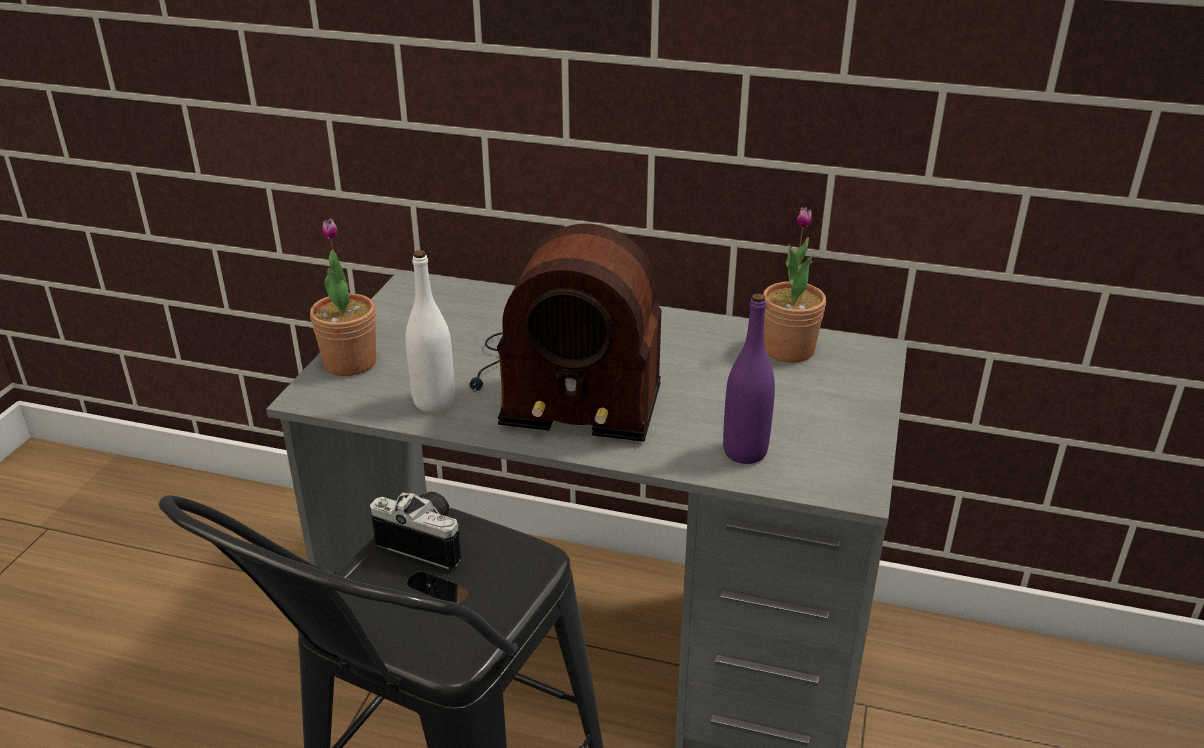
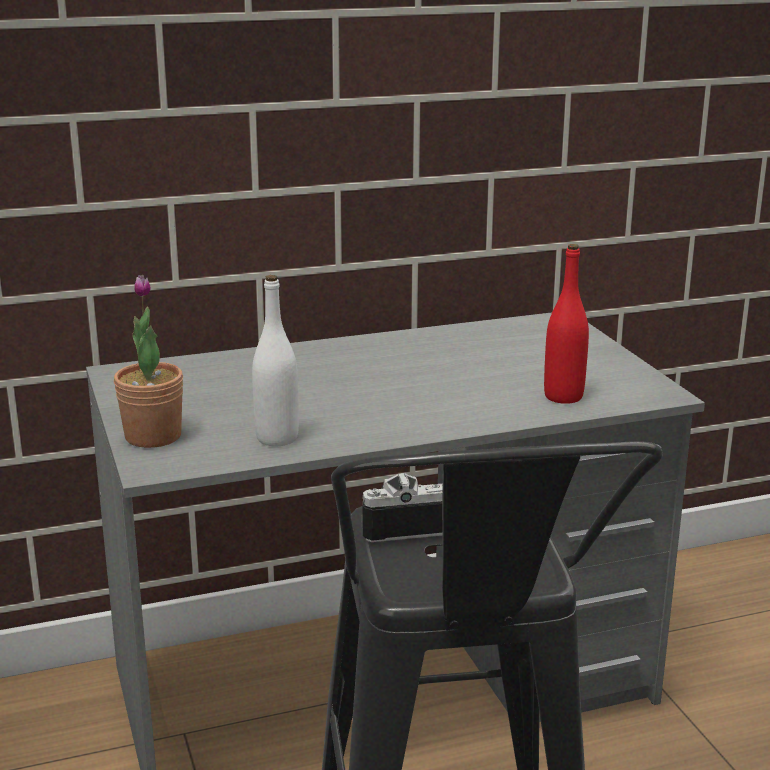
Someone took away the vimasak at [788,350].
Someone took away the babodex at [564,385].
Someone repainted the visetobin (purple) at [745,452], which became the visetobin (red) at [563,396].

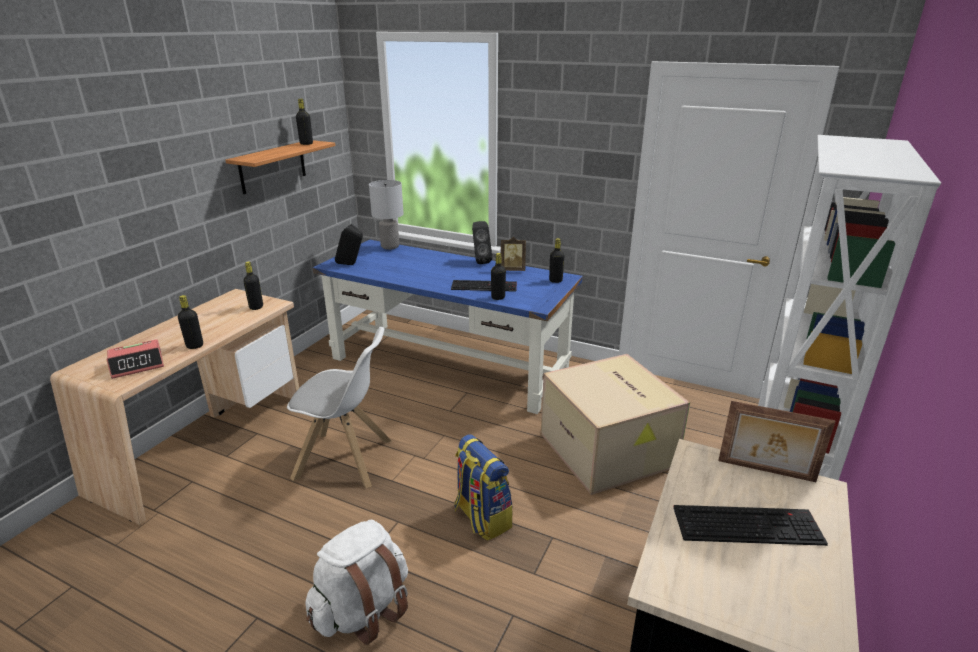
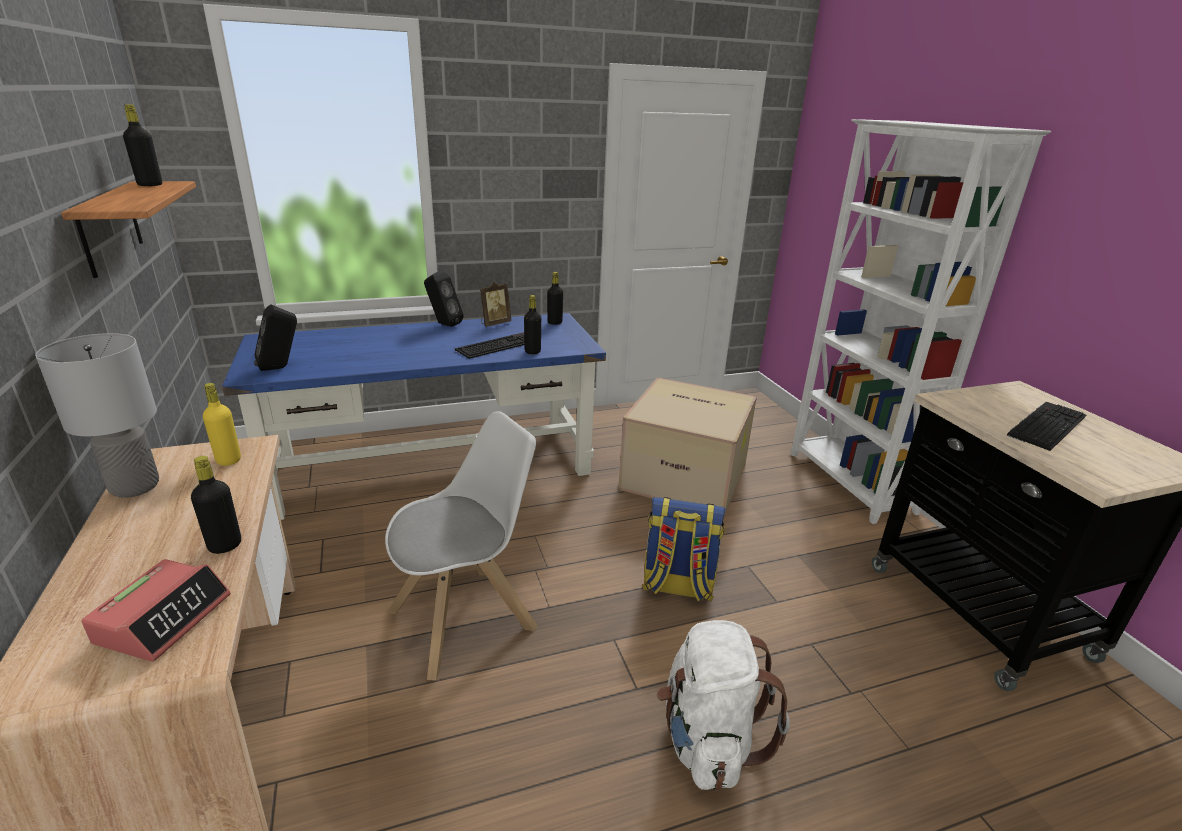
Someone carried the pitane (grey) from [390,247] to [135,489].
Someone repainted the visetobin (black) at [256,307], which became the visetobin (yellow) at [228,460].
Someone took away the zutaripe at [766,472].

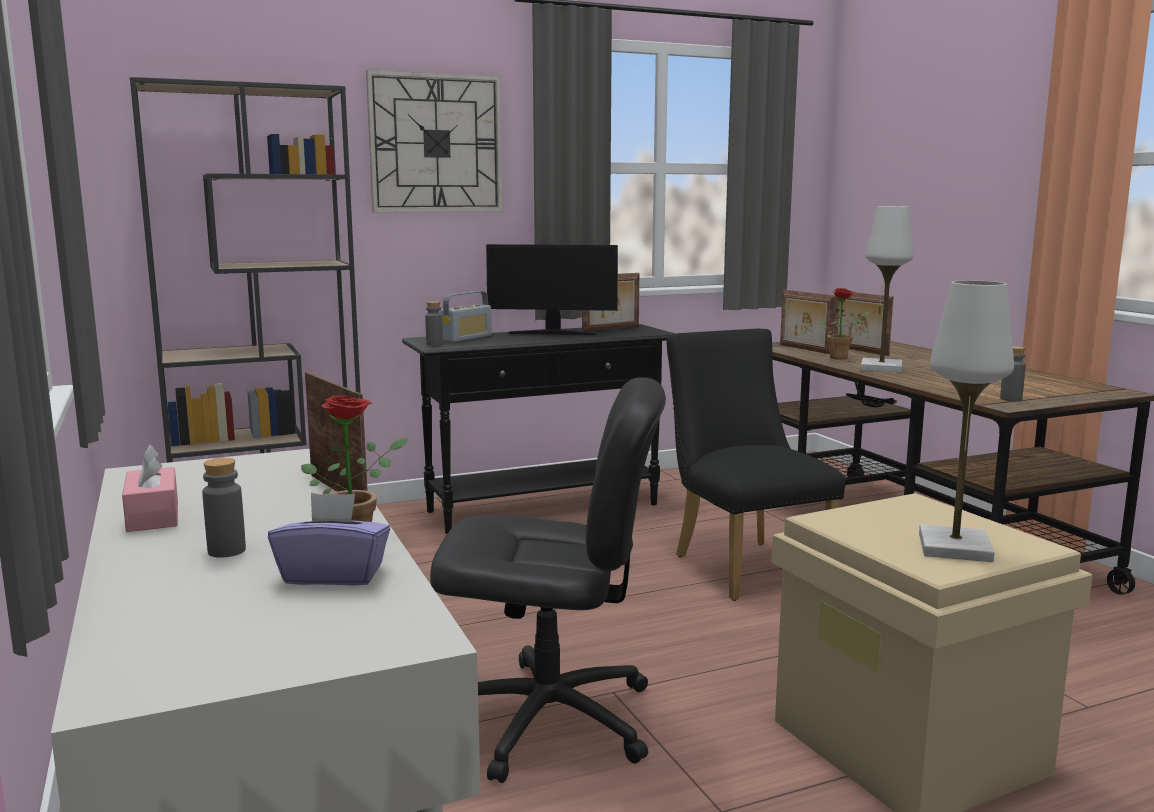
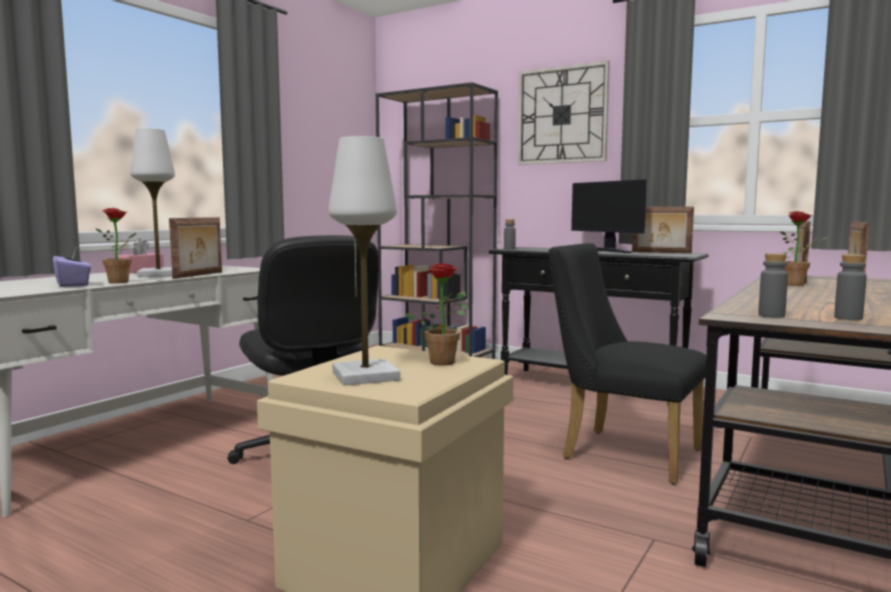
Someone carried the pitane (white) from [881,368] to [158,275].
Someone took away the babodex at [466,338].
Someone rotated the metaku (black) at [744,565] by 90 degrees counterclockwise.
Someone carried the visetobin (grey) from [227,551] to [848,318].
Someone put down the vimasak at [443,361].

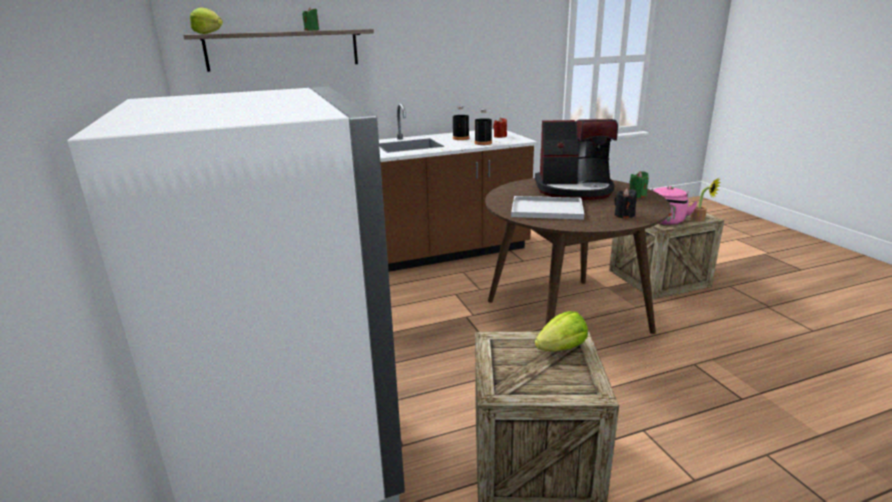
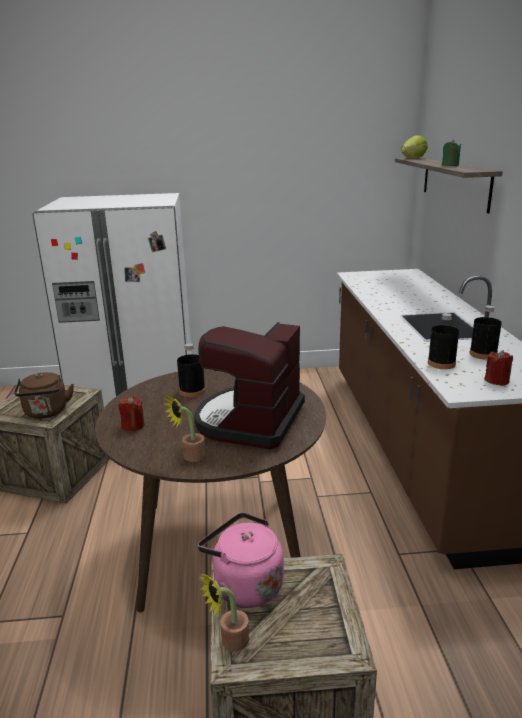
Someone swapped the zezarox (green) at [637,195] for the vimasak at [190,457].
Someone repainted the zezarox (black) at [624,215], which became the zezarox (red) at [133,425].
Someone swapped the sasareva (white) at [548,209] for the visetobin (black) at [192,391].
Someone swapped the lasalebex at [561,348] for the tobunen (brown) at [46,413].

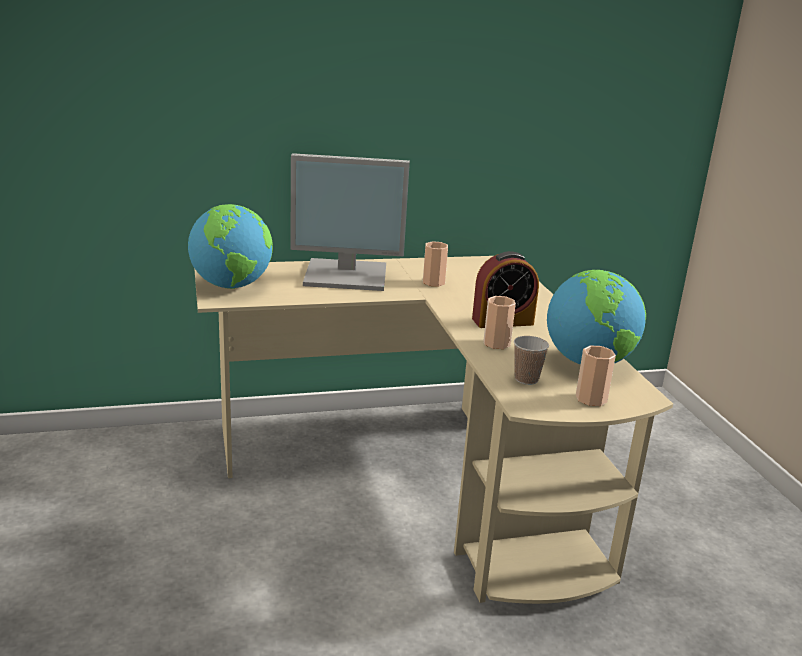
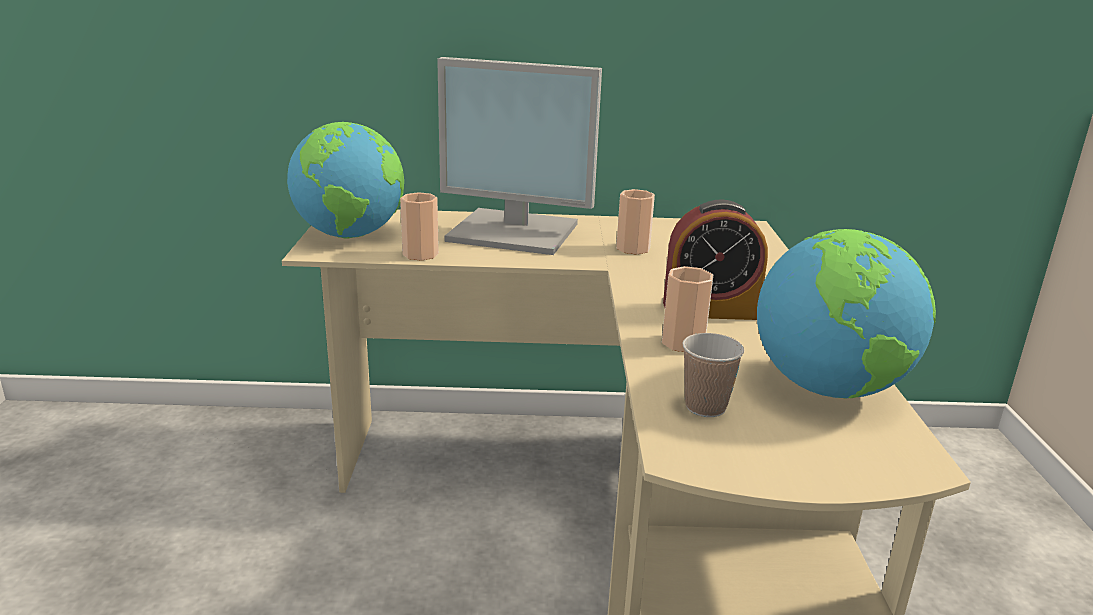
Someone carried the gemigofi from [591,399] to [420,254].

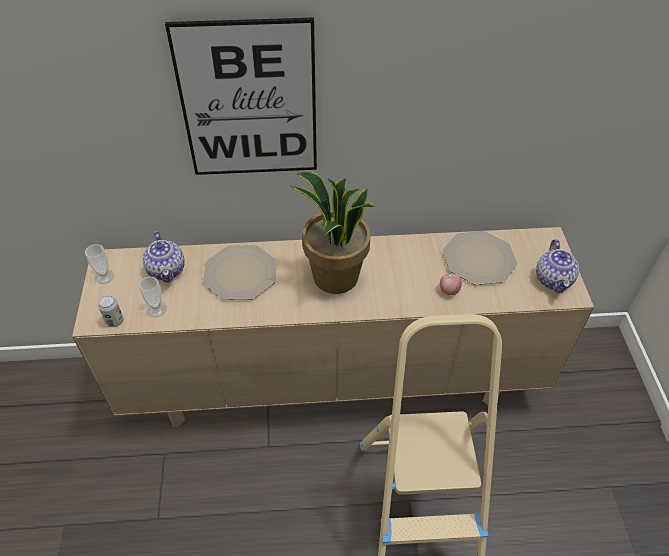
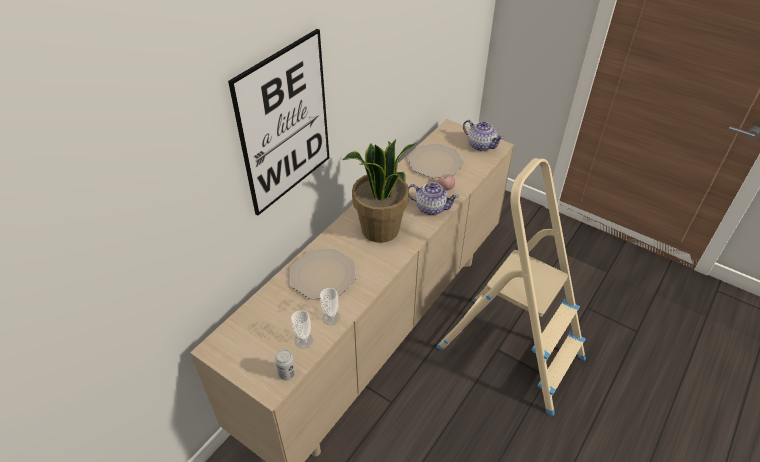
Someone carried the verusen from [167,270] to [430,207].
Someone carried the gemigofi from [104,276] to [331,318].

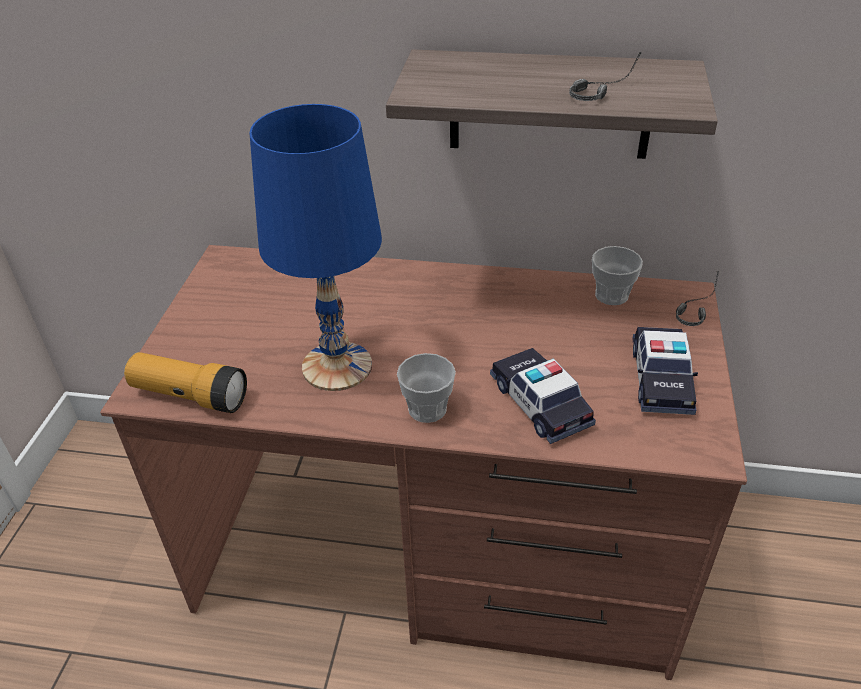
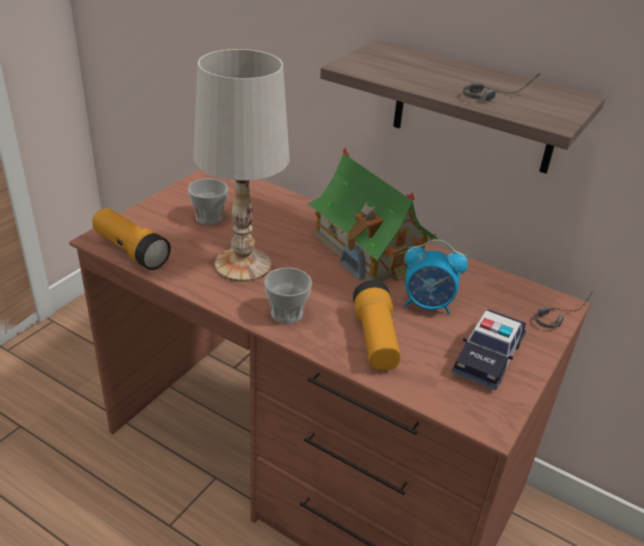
Someone repainted the pitane (blue) at [338,366], which became the pitane (white) at [244,265].
Someone carried the gemigofi from [611,295] to [209,218].
Someone swapped the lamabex at [540,403] for the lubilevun at [375,339].
Someone put down the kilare at [368,249].
Someone put down the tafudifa at [428,305].

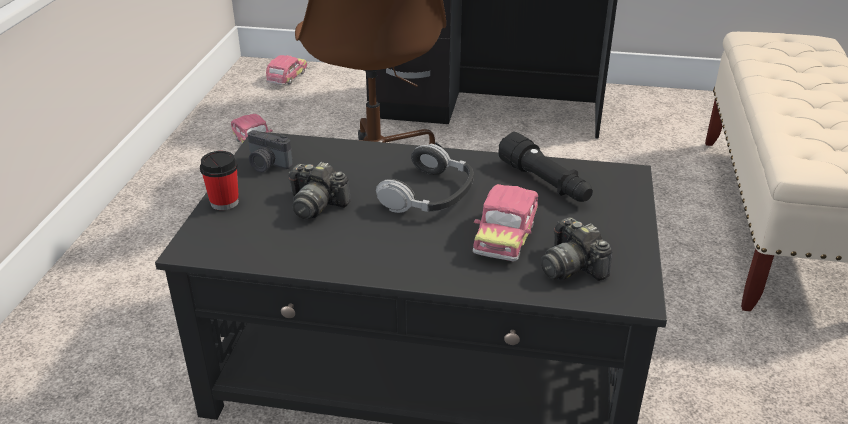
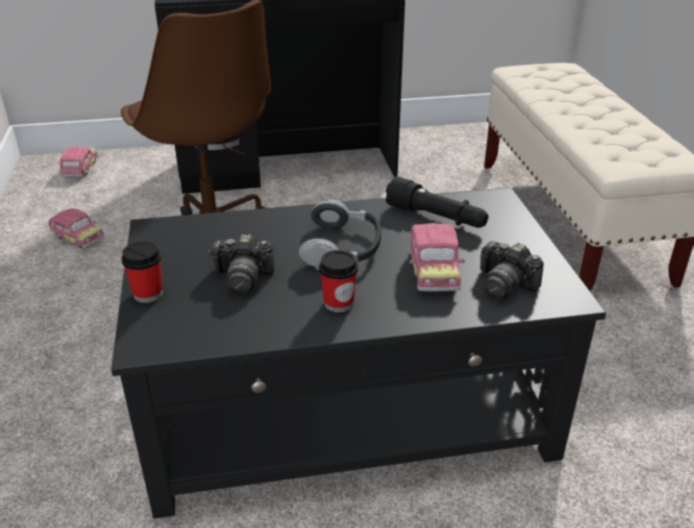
Someone took away the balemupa at [267,165].
Someone put down the gemigofi at [338,303].

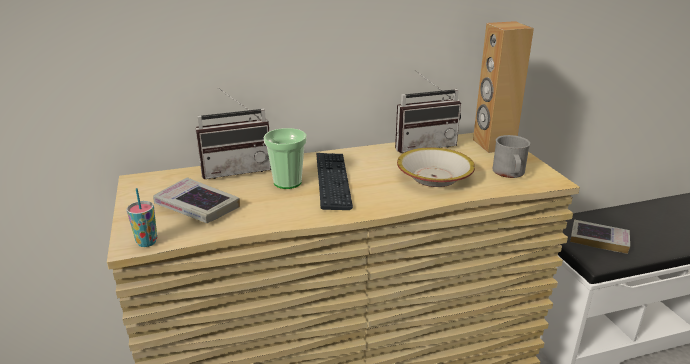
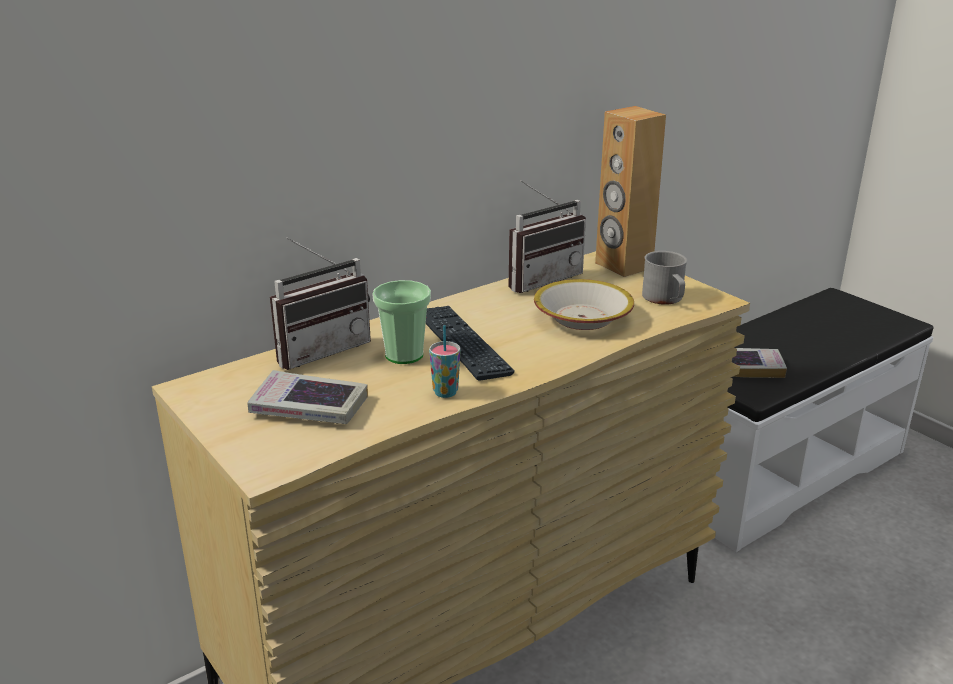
Someone carried the gemigofi from [147,242] to [445,392].

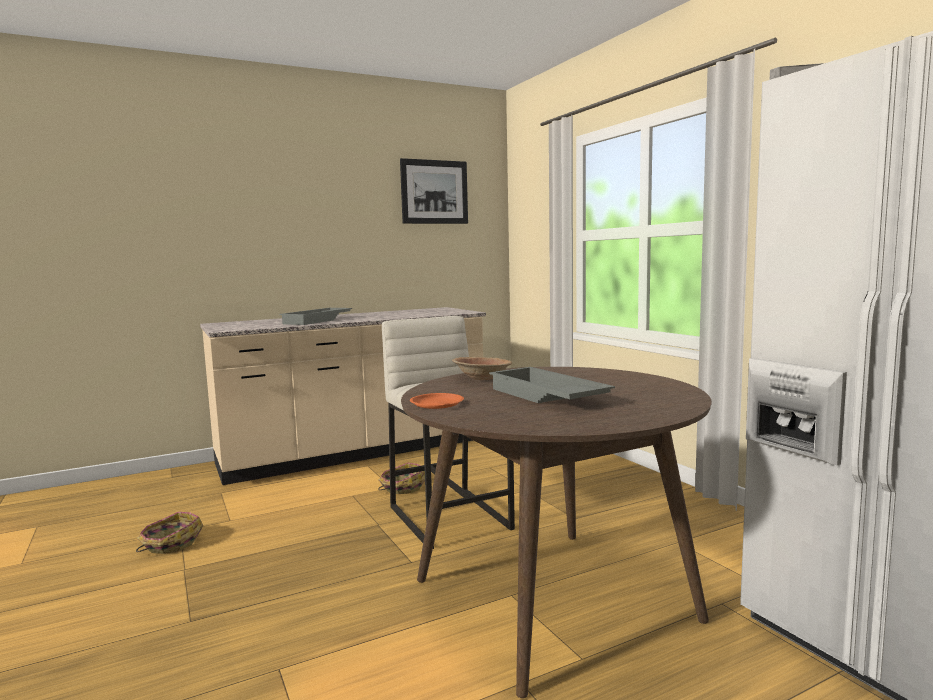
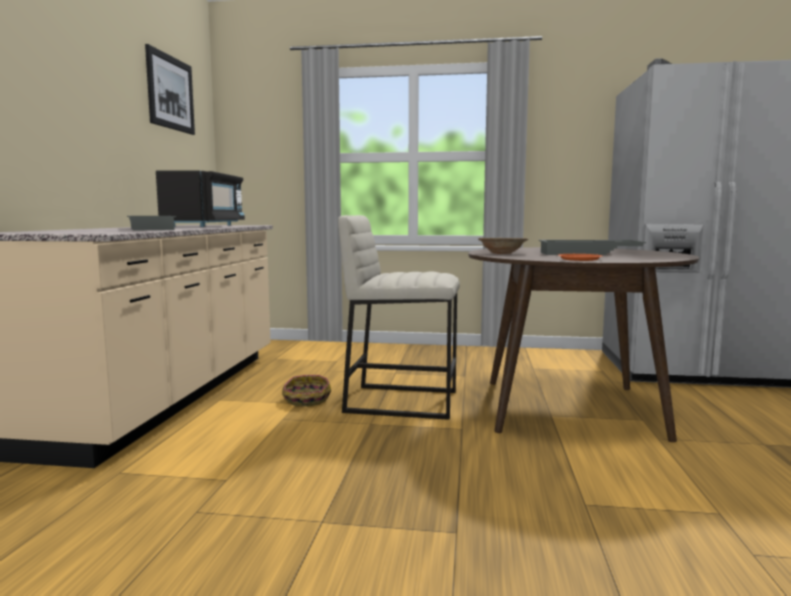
Someone took away the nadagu at [170,543].
Someone put down the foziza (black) at [205,226].

